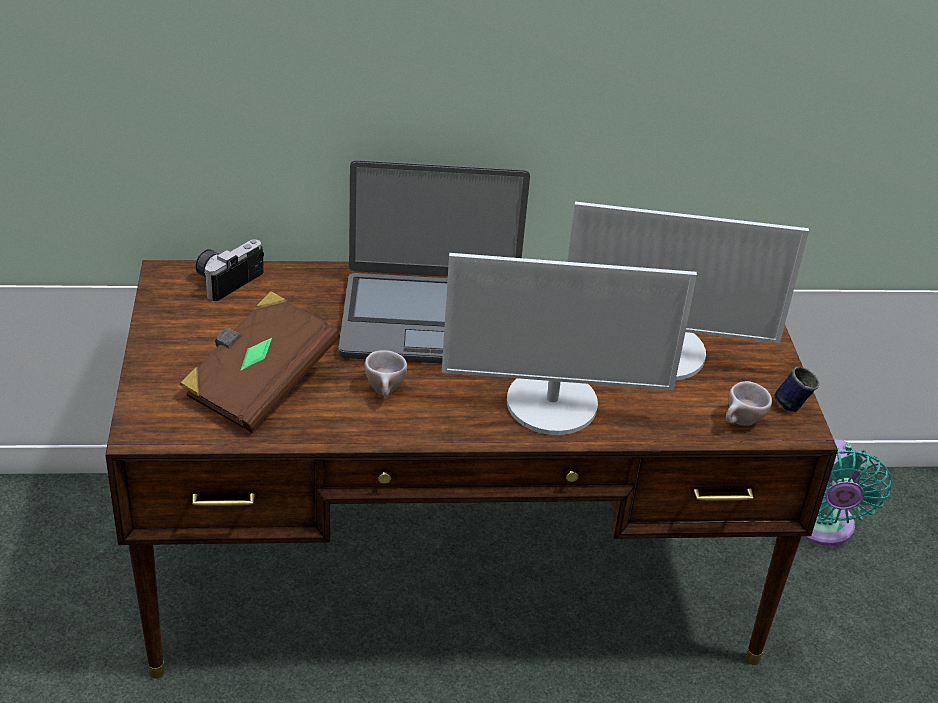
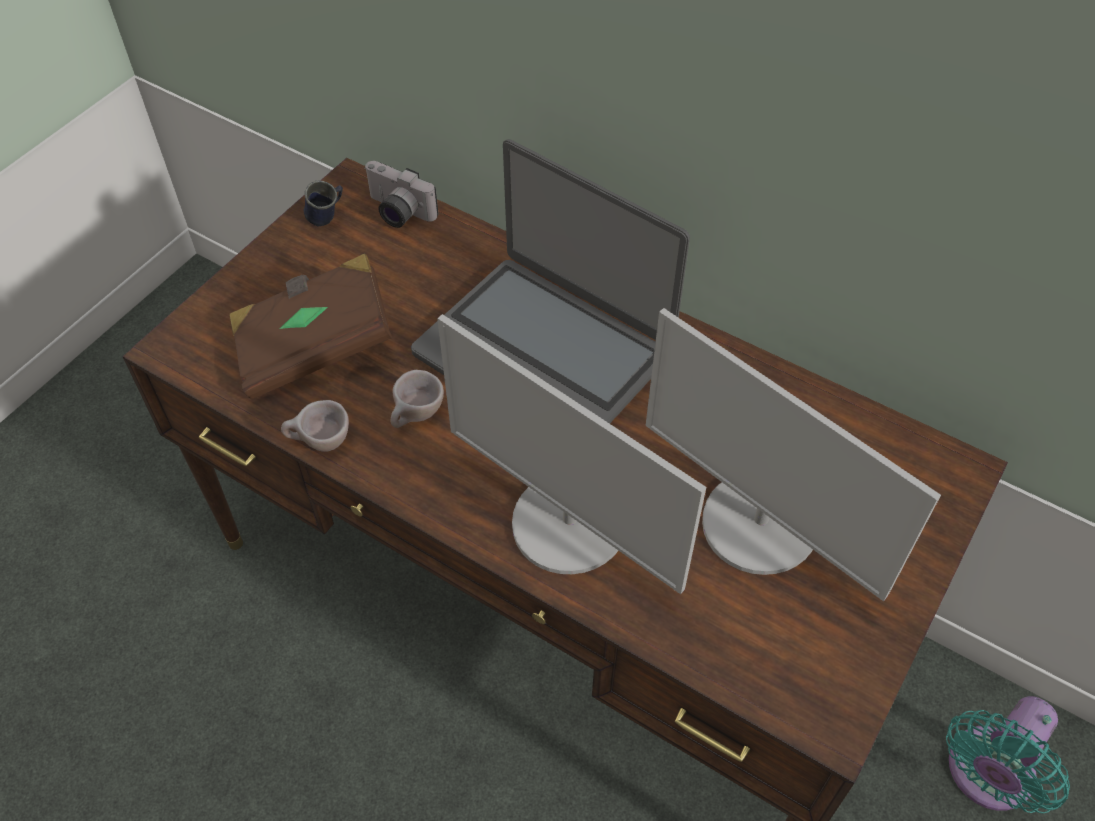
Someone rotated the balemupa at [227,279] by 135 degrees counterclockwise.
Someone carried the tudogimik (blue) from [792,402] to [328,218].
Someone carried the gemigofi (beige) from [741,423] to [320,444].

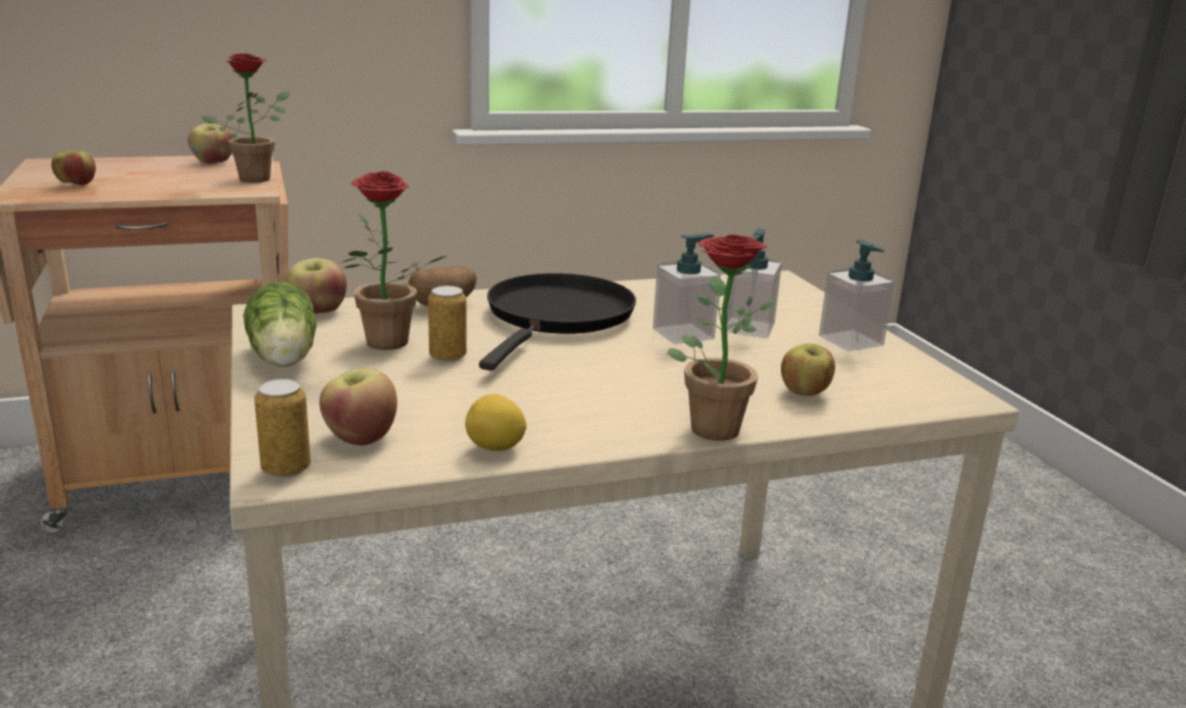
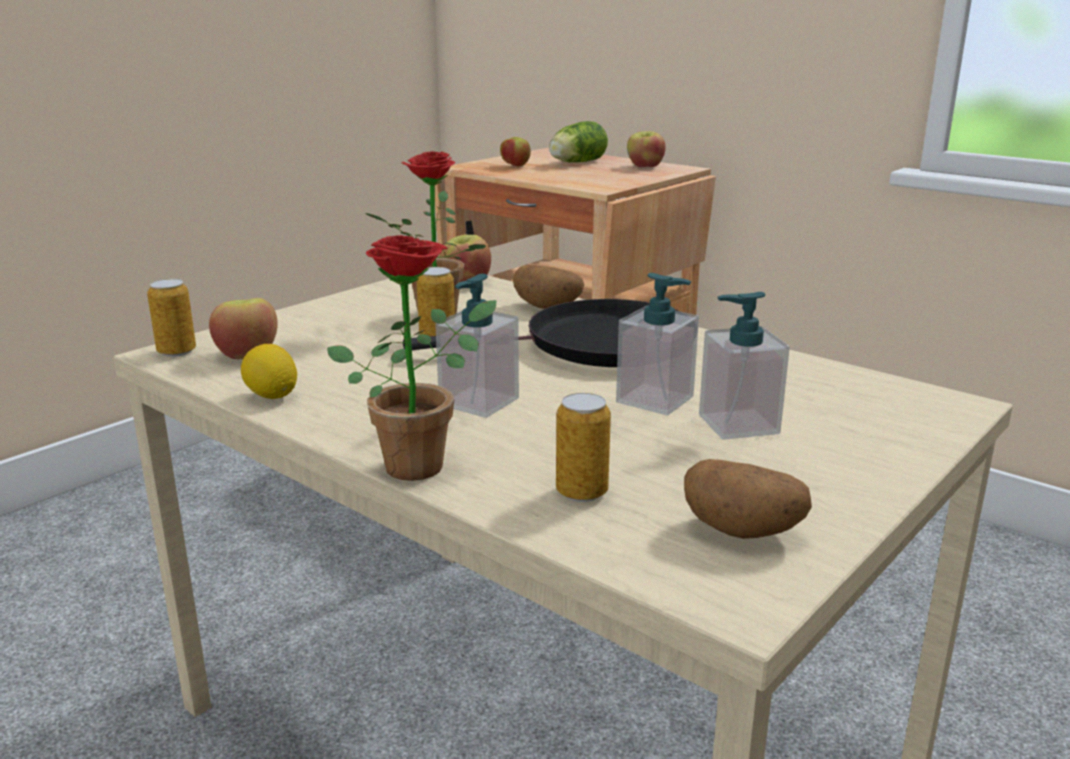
Someone took away the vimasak at [258,177].
Someone carried the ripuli from [851,341] to [478,402].
Someone carried the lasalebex from [284,360] to [575,163].
Someone swapped the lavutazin at [805,393] for the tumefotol at [581,492].
Someone put down the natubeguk at [743,531].

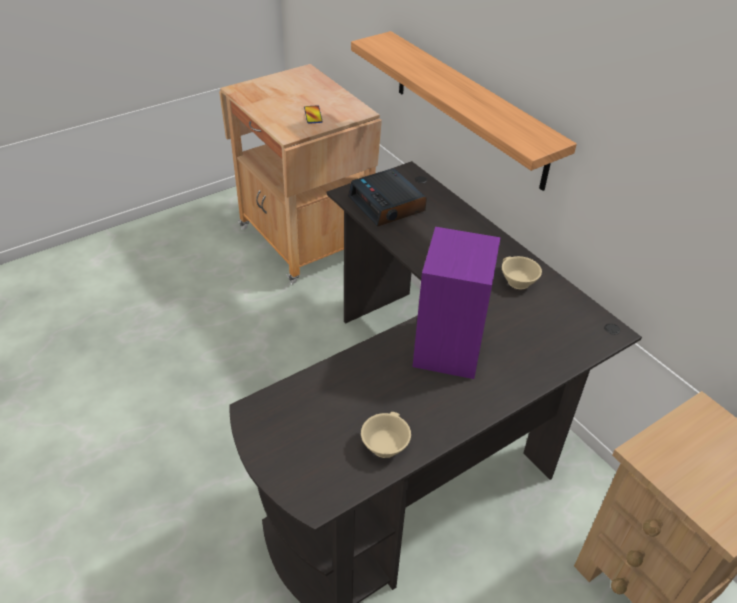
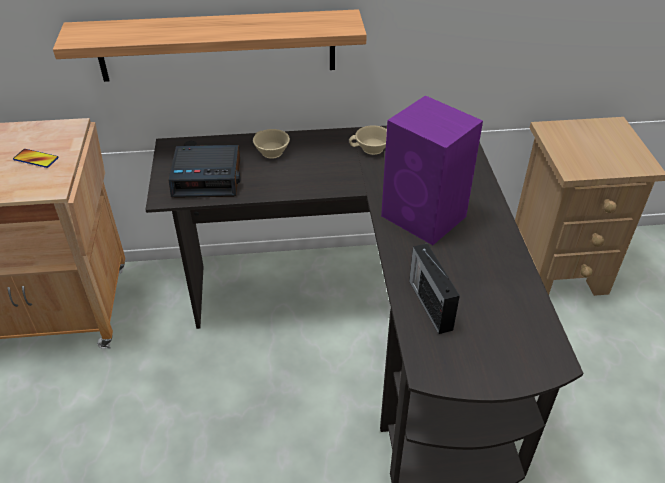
Someone carried the gemigofi (beige) from [383,444] to [270,152].
Someone put down the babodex at [430,303].

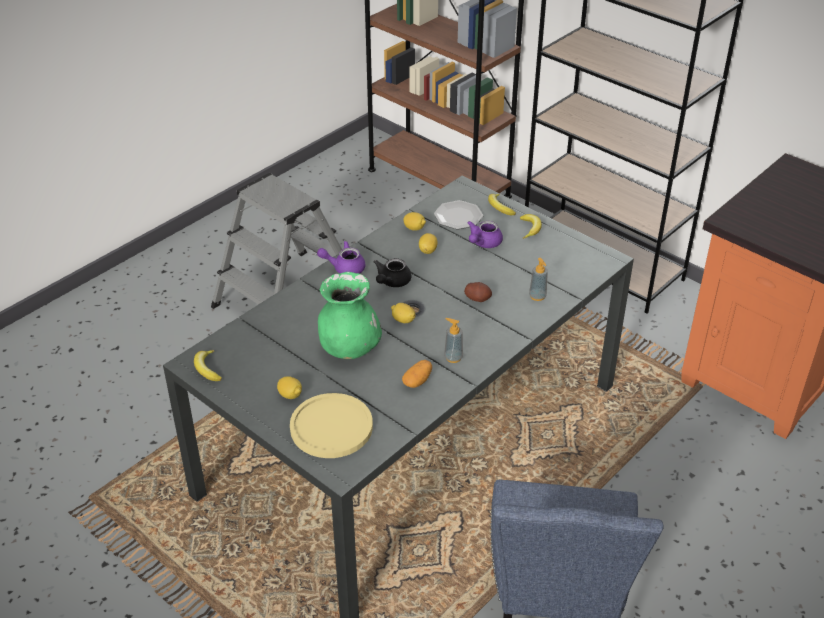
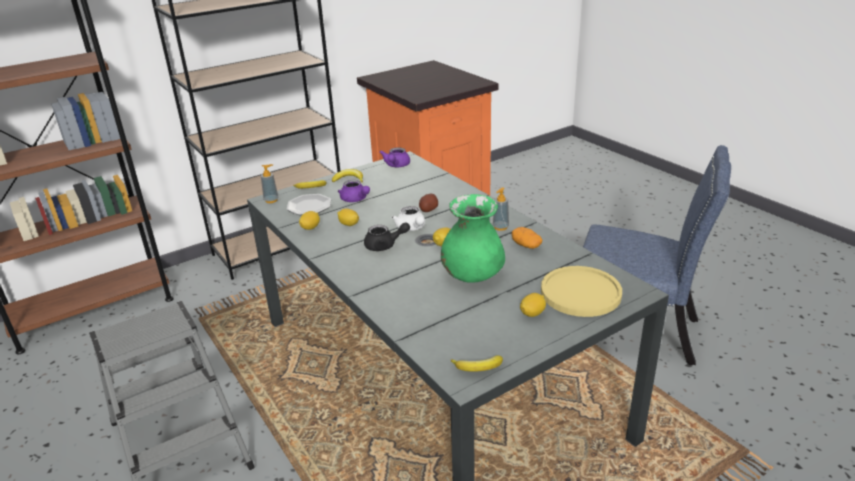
Someone carried the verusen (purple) from [344,268] to [396,165].
Someone rotated the verusen (black) at [391,282] by 45 degrees counterclockwise.
Someone carried the ripuli from [537,296] to [271,200].
Someone put down the verusen (white) at [411,228].

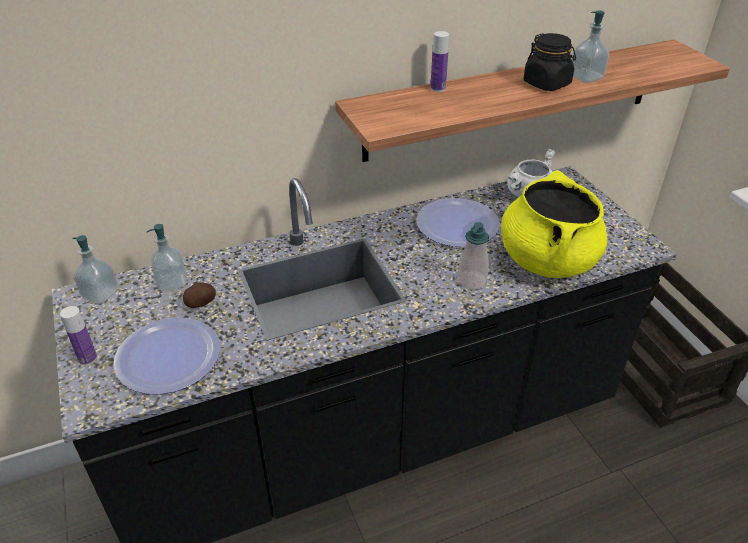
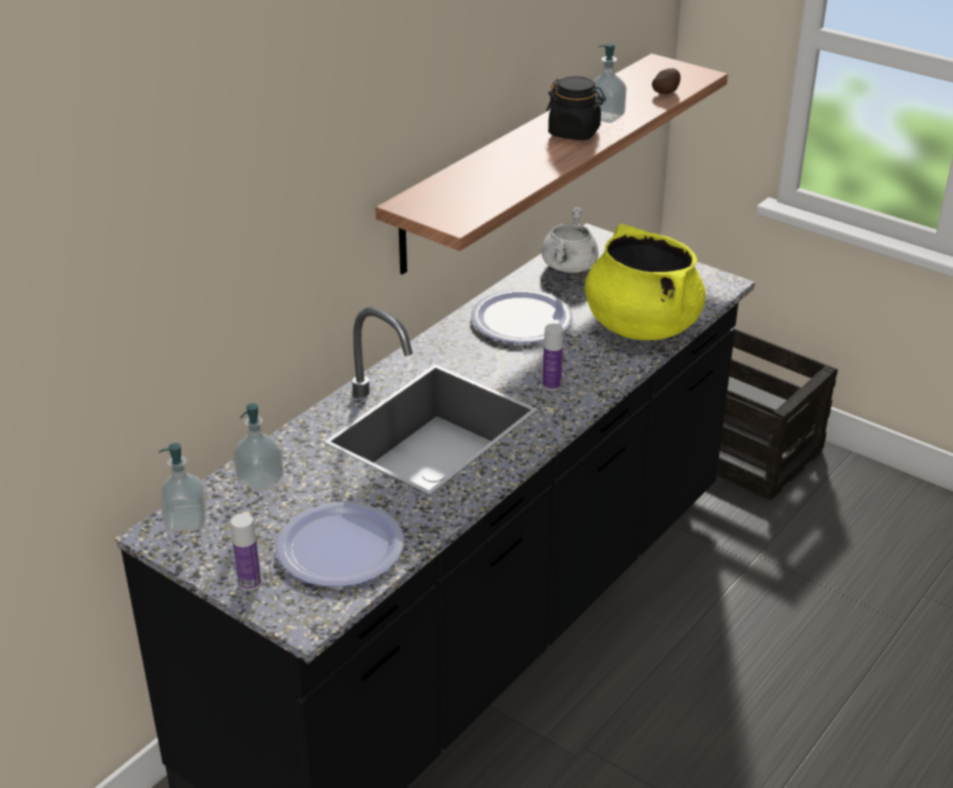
Someone carried the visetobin from [438,88] to [551,385].
Someone took away the ripuli at [471,281].
Someone carried the natubeguk from [201,303] to [666,92].

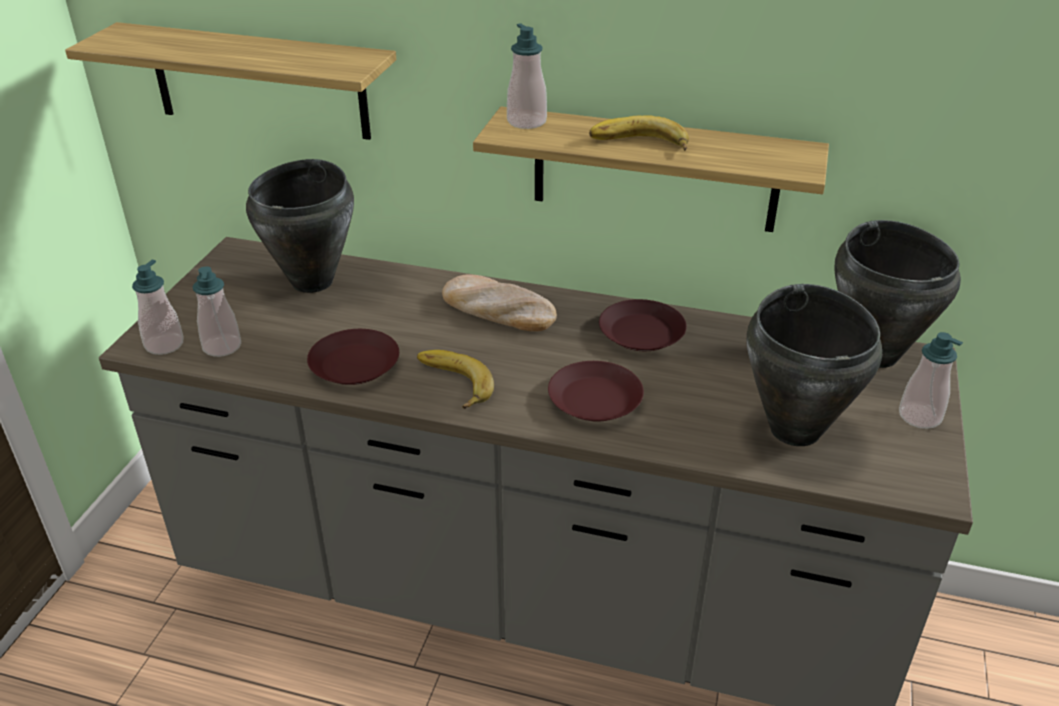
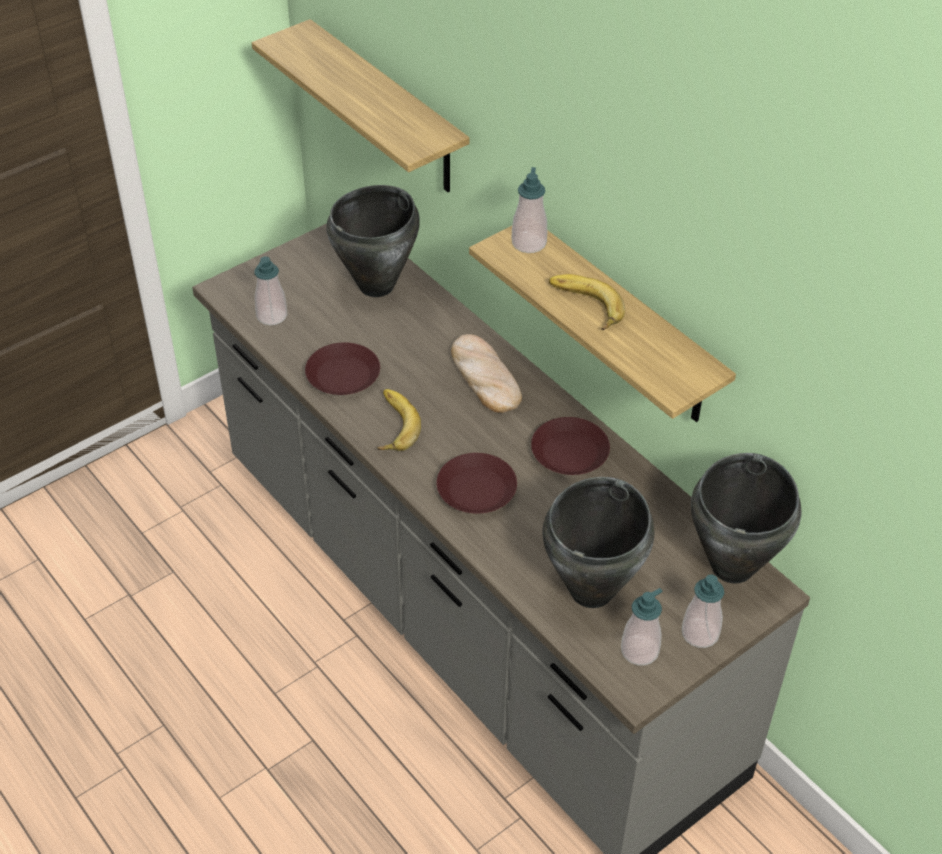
Someone carried the ripuli from [164,344] to [639,651].

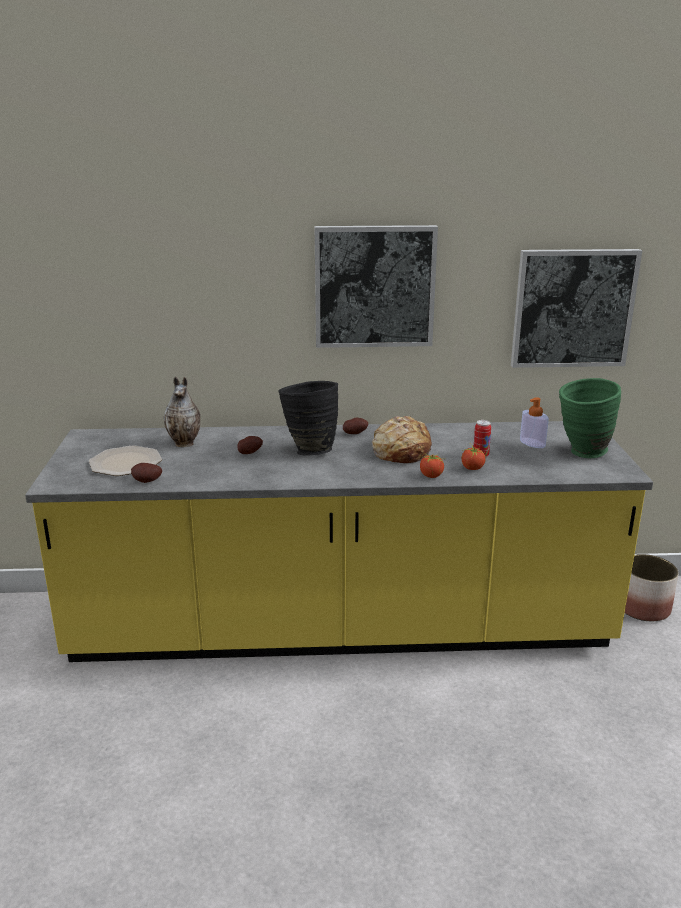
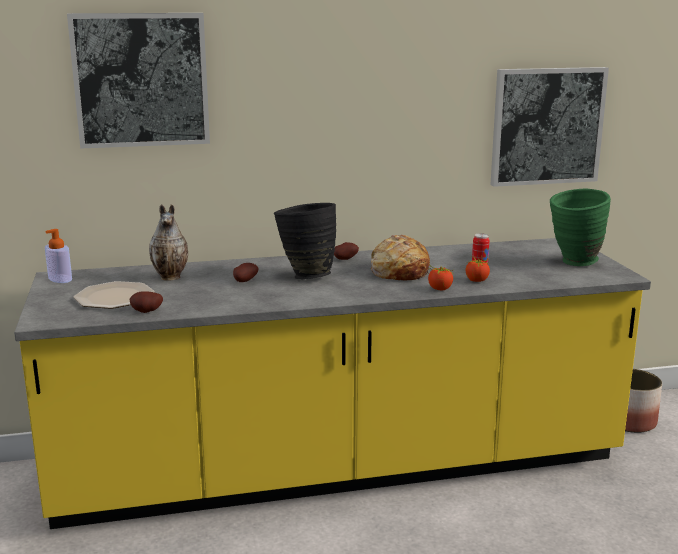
Someone carried the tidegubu from [374,286] to [141,80].
Someone carried the ripuli from [532,443] to [60,279].

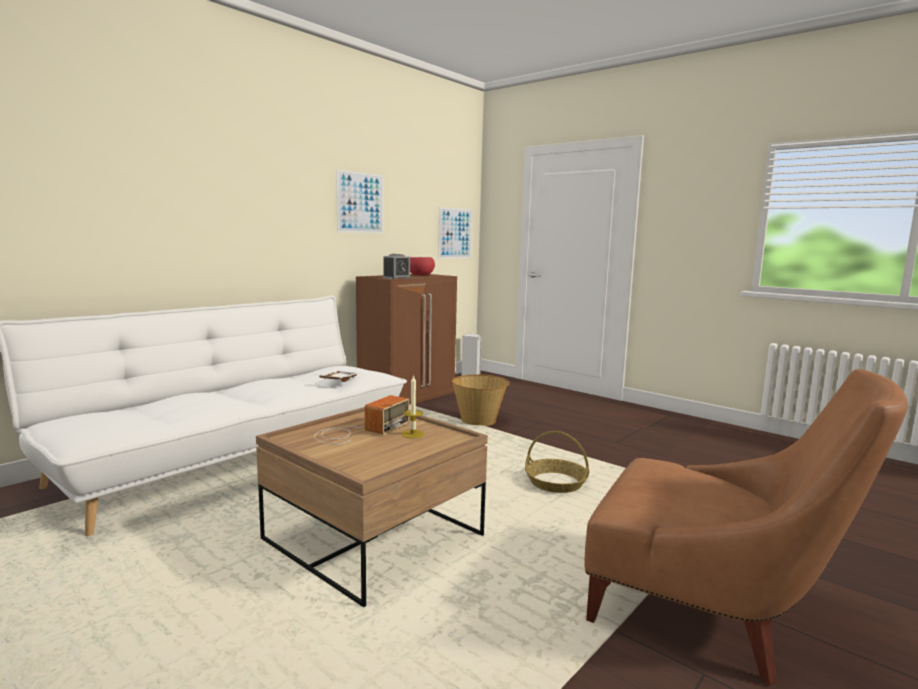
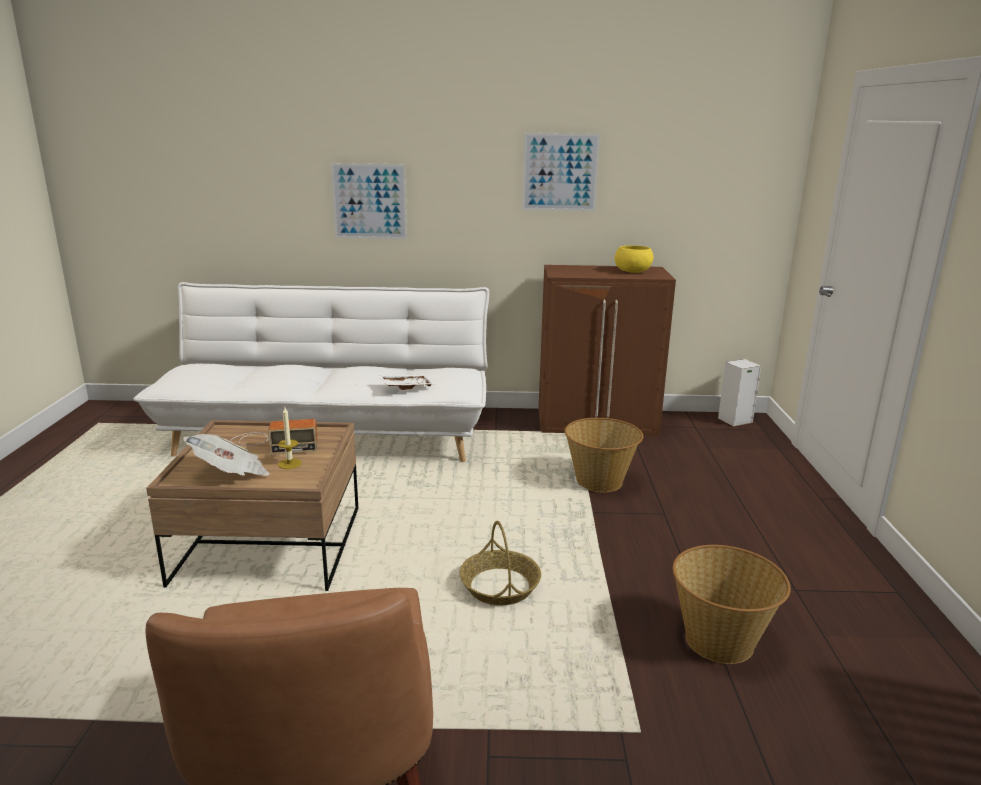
Someone carried the tidegubu from [455,233] to [369,201].
Someone took away the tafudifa at [396,278].
Someone repainted the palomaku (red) at [420,275], which became the palomaku (yellow) at [633,271].
Someone put down the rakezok at [231,474].
Someone put down the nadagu at [720,640].

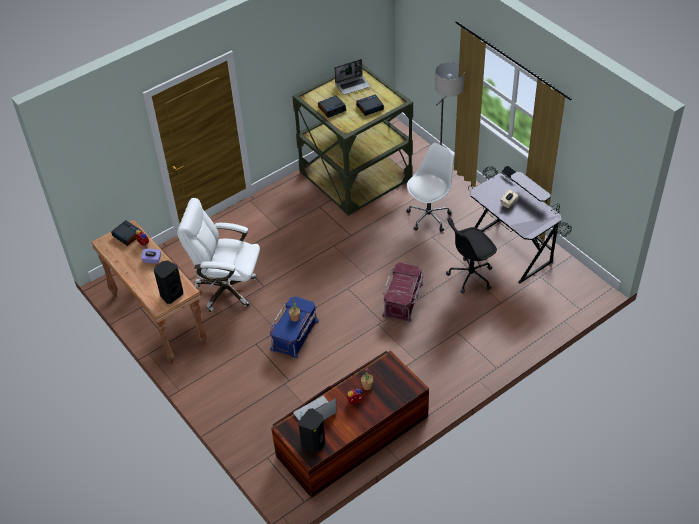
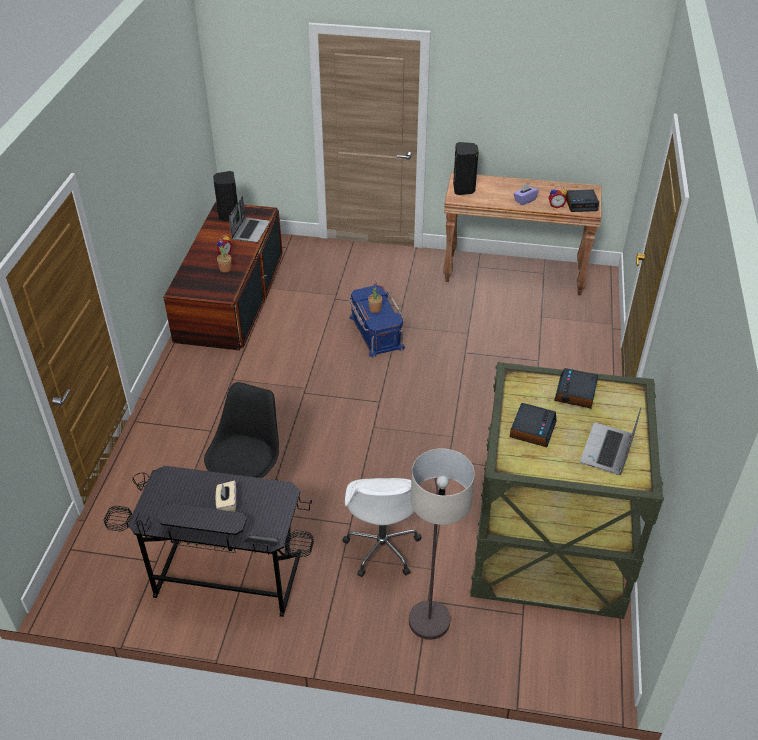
Someone took away the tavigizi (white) at [228,289].
Someone took away the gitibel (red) at [403,300].

